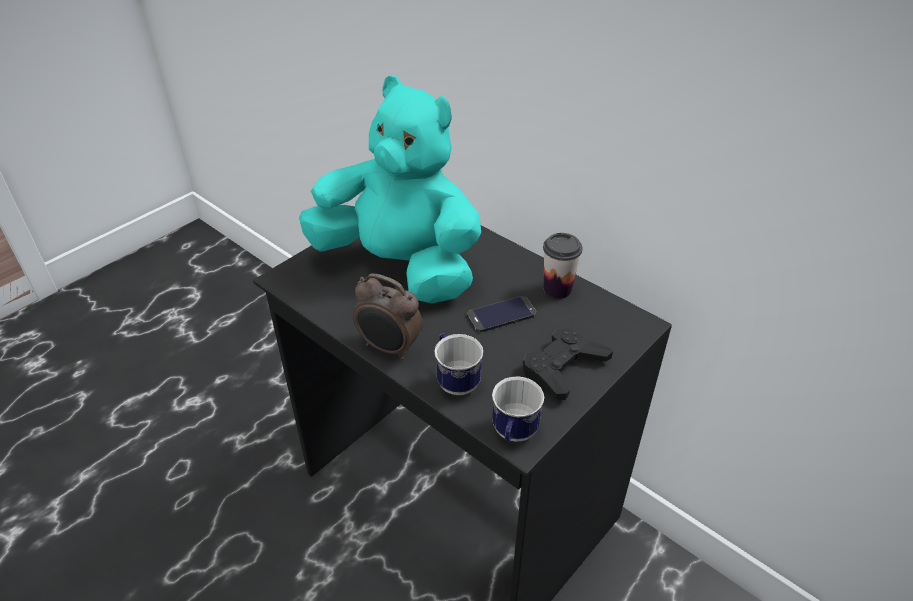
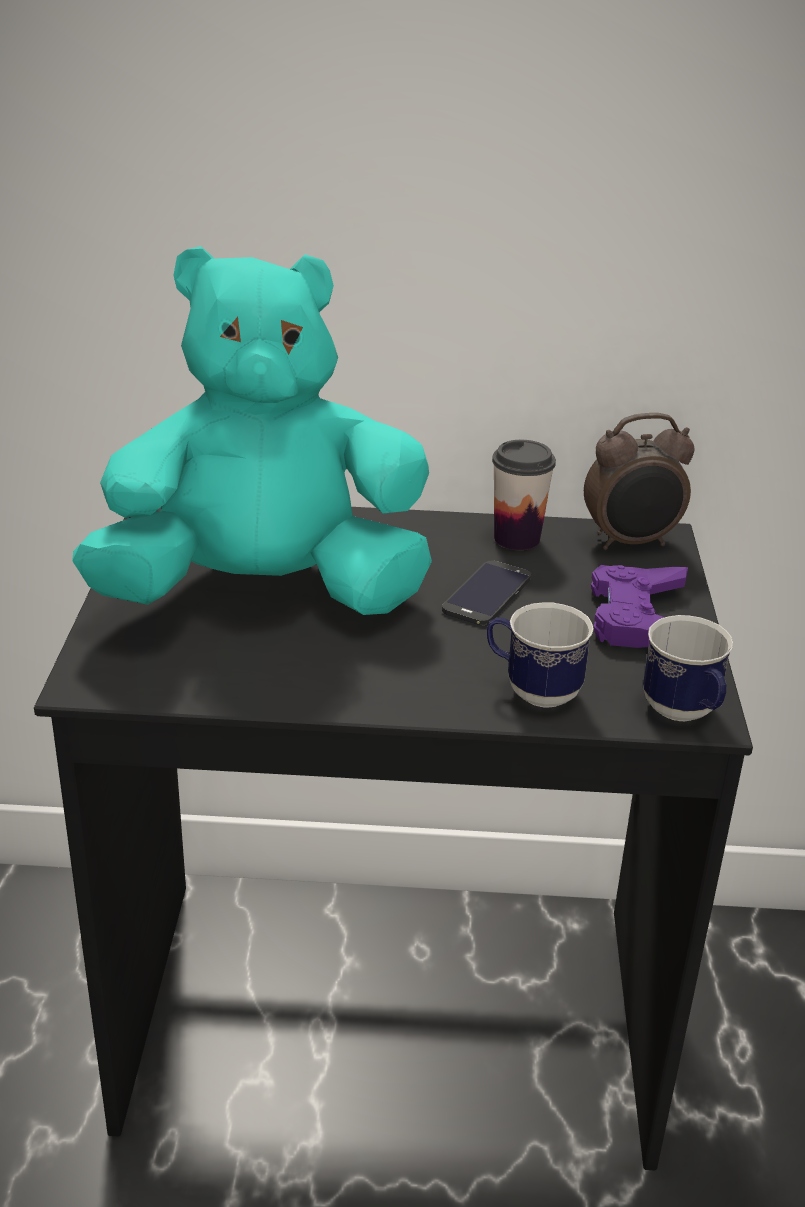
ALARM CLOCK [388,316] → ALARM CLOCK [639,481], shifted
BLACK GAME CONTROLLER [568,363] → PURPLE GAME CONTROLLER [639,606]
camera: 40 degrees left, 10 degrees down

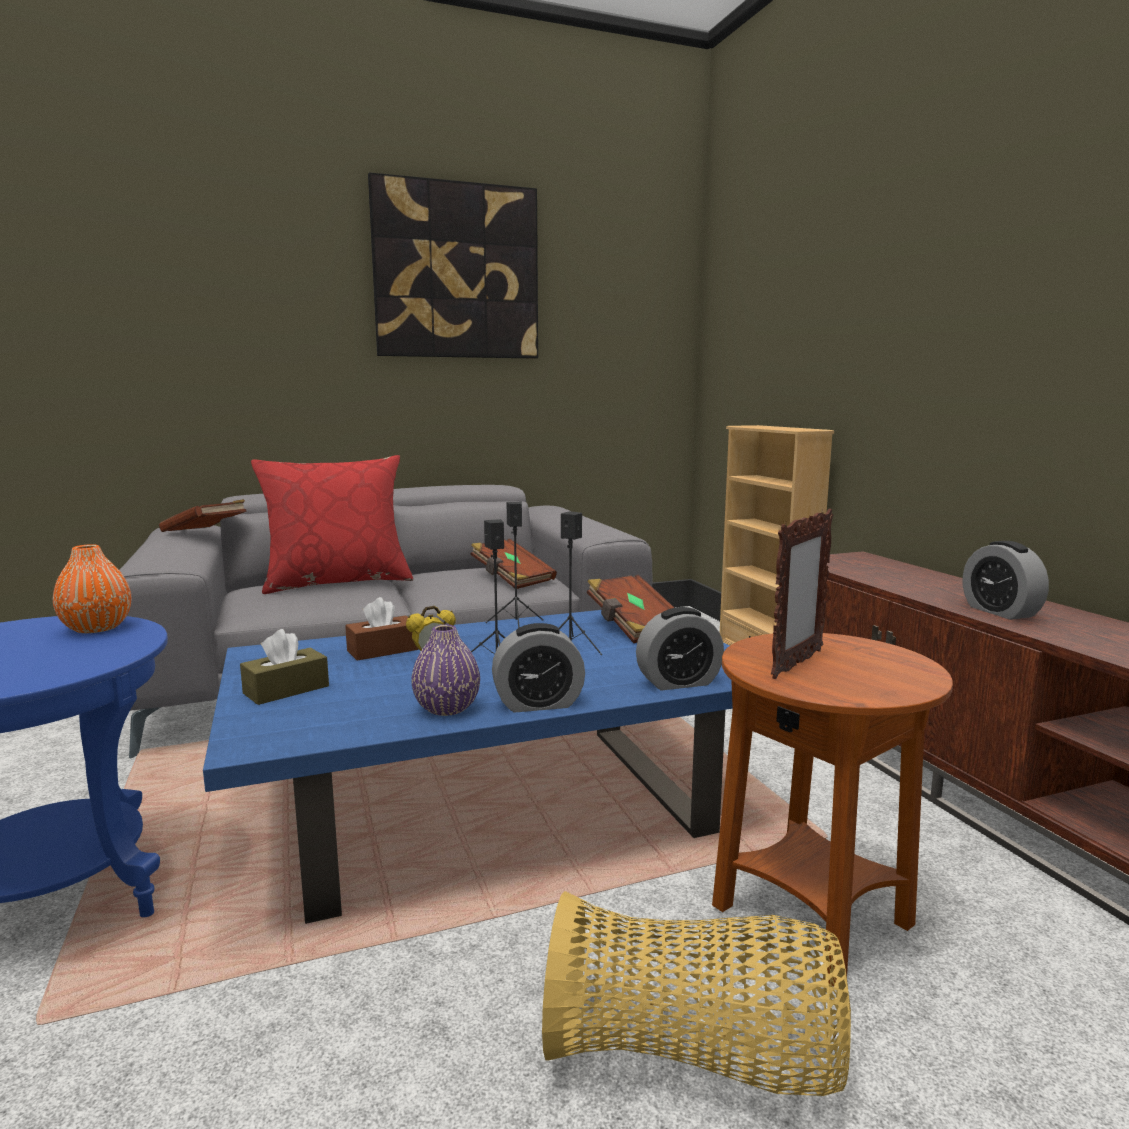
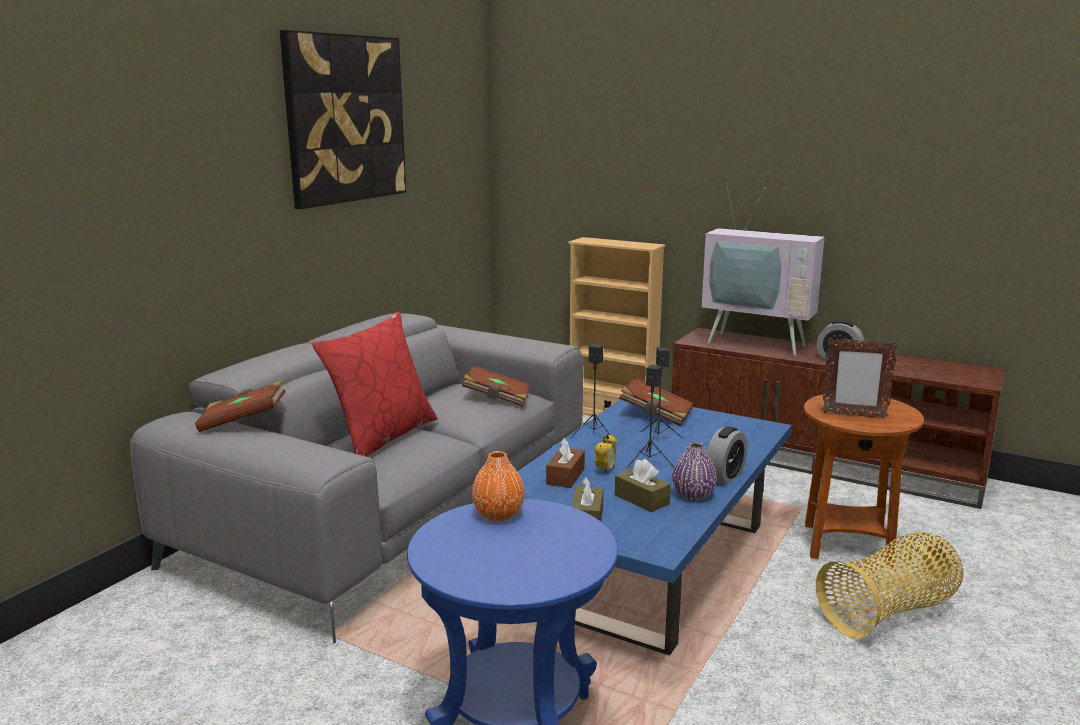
PICTURE FRAME [802,594] → PICTURE FRAME [860,378], 105 degrees clockwise
ALARM CLOCK [680,648] → -
- → TELEVISION [763,270]
- → BROWN TISSUE BOX [643,485]
camera: 40 degrees left, 5 degrees up

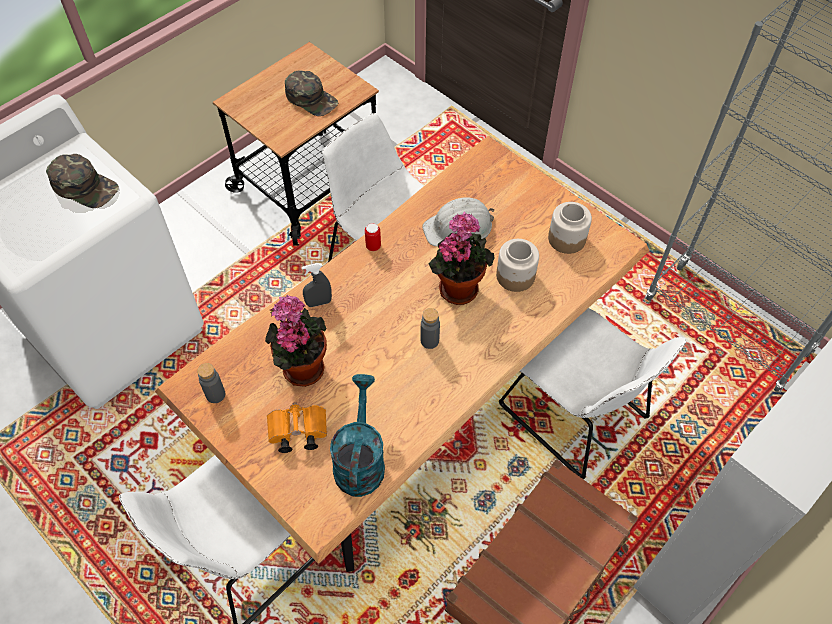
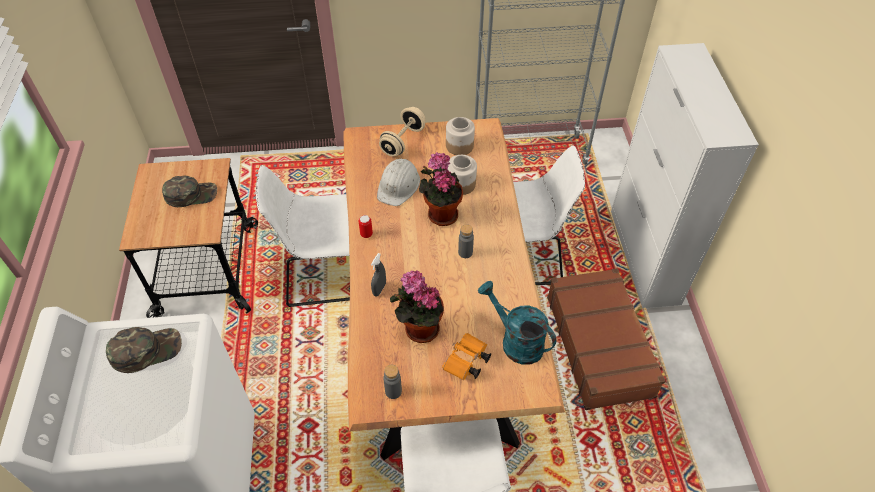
- → BEIGE DUMBBELL [402,132]
camera: 50 degrees left, 5 degrees down

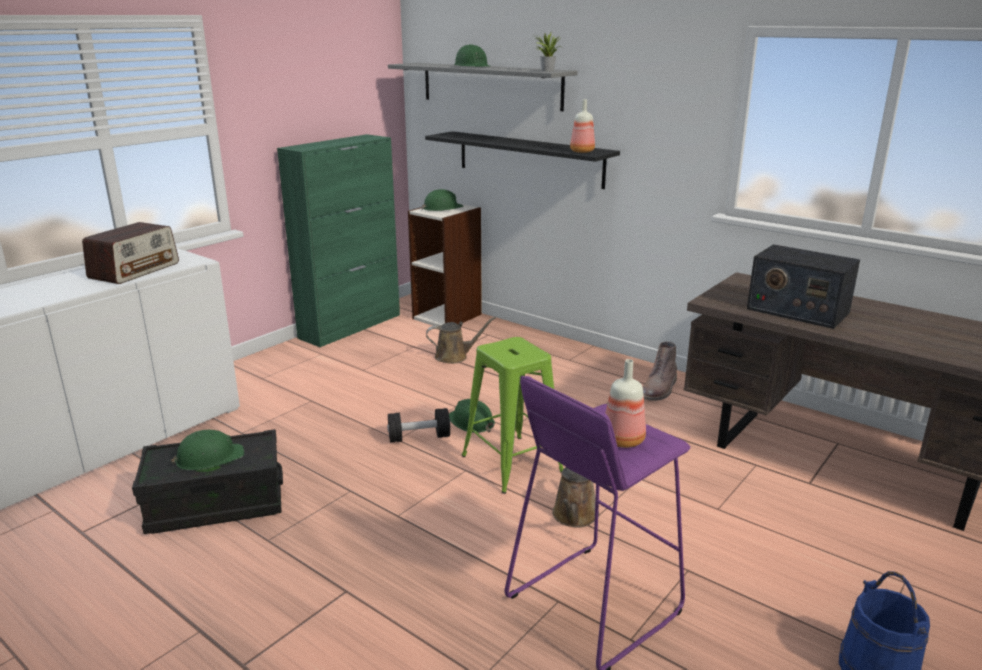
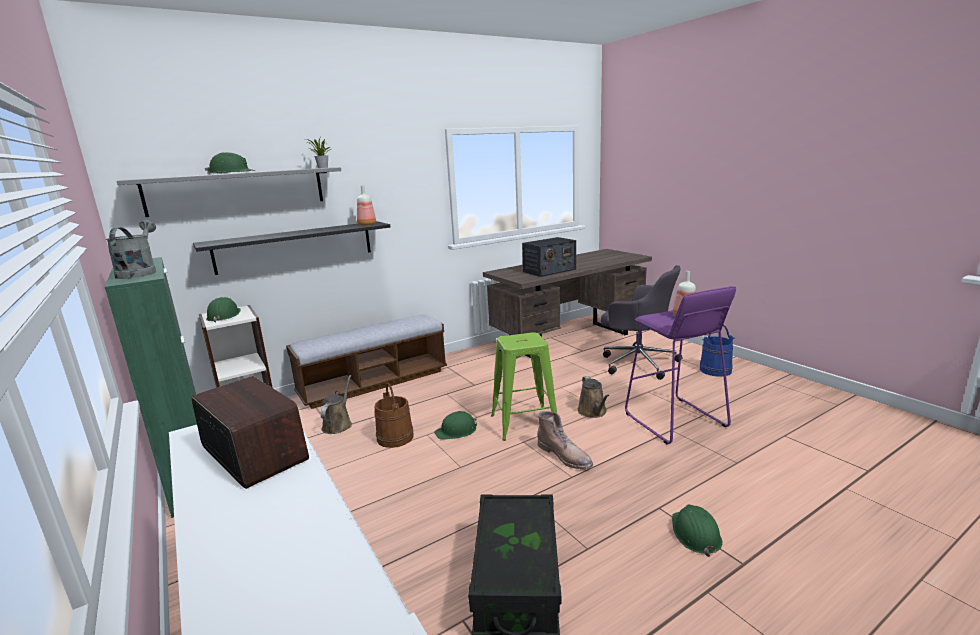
BROWN BOOT [660,371] → BROWN BOOT [565,440], shifted
BLACK DUMBBELL [418,425] → -
GREEN HARD HAT [207,450] → GREEN HARD HAT [697,530], shifted
BROWN WATERING CAN [575,497] → BROWN WATERING CAN [593,397], 45 degrees clockwise
- → GREY WATERING CAN [131,249]
- → GREY OFFICE CHAIR [642,322]
- → BENCH [366,361]
- → BROWN BUCKET [394,415]
camera: 70 degrees left, 5 degrees down

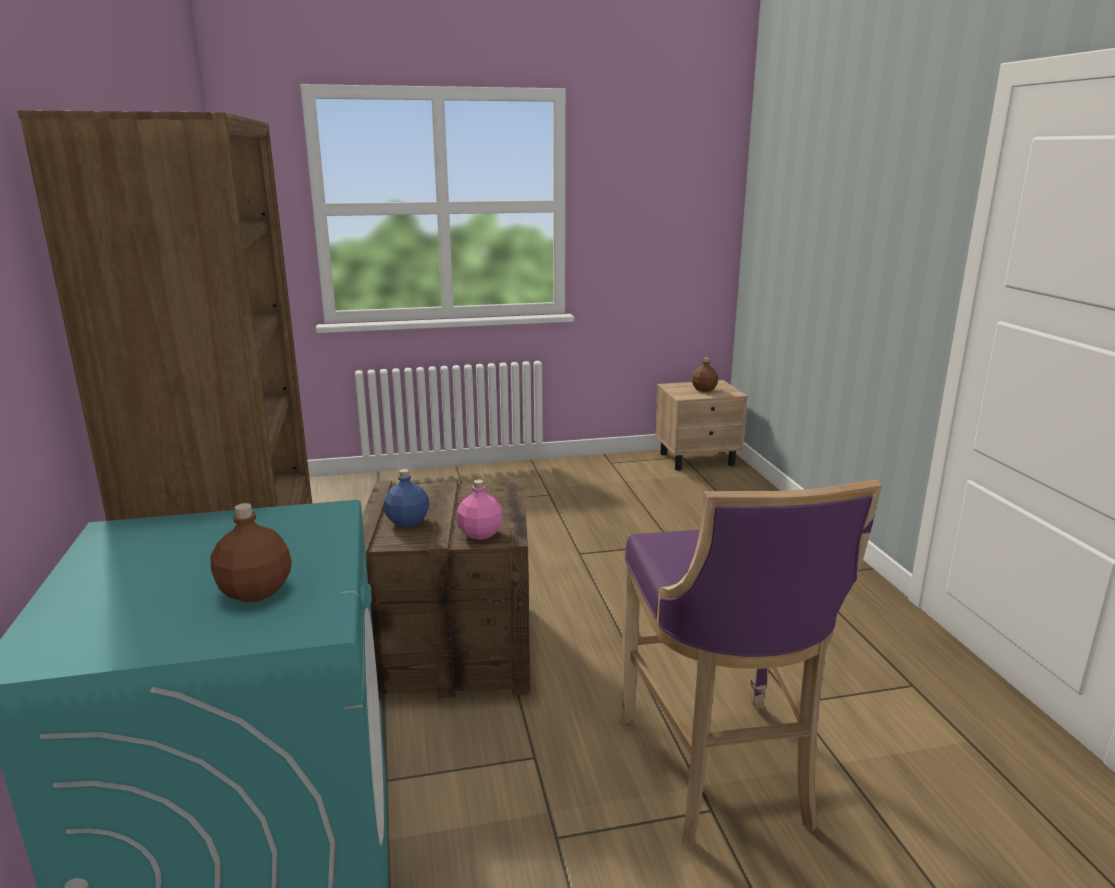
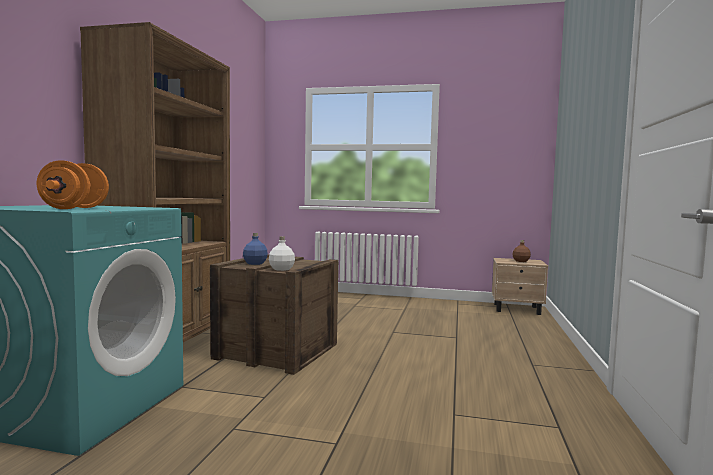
PINK BOTTLE [480,509] → WHITE BOTTLE [282,253]
PURPLE STOOL [749,663] → -
BROWN BOTTLE [251,552] → ORANGE DUMBBELL [73,184]
camera: 25 degrees right, 15 degrees down

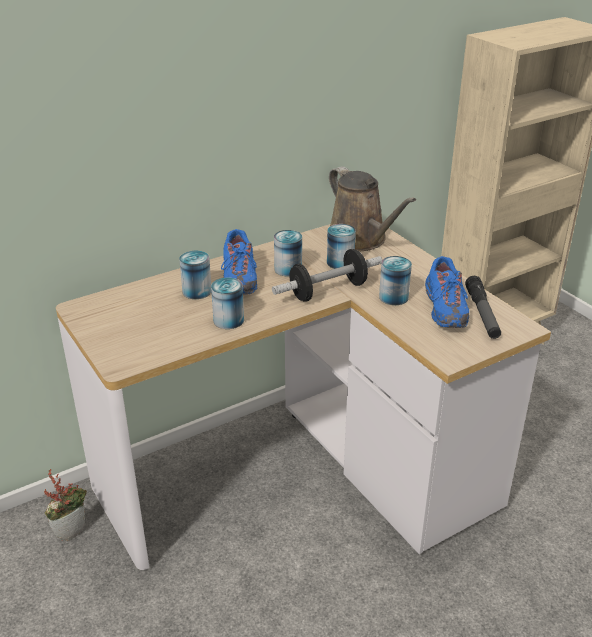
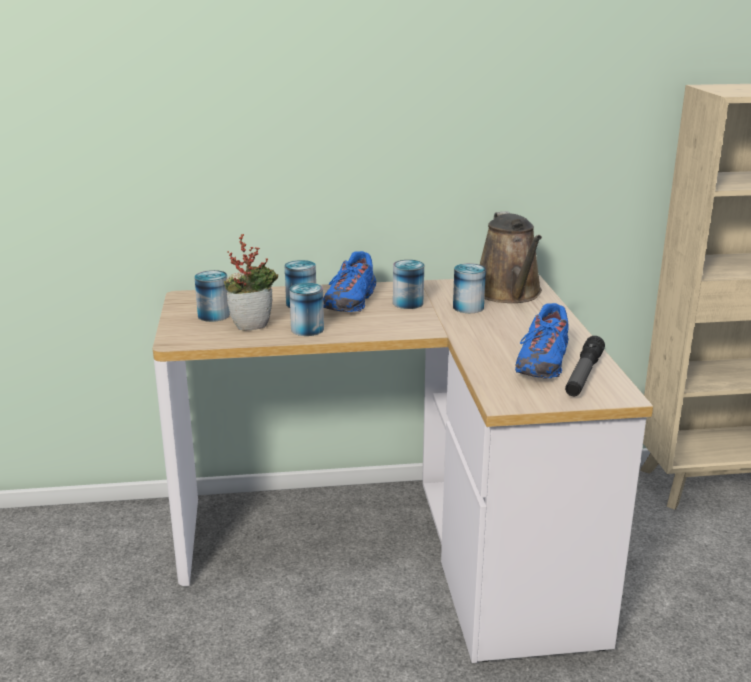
DUMBBELL [327,275] → -
CAN [395,280] → CAN [212,296], shifted
POTTED PLANT [65,505] → POTTED PLANT [251,282], shifted
camera: 25 degrees right, 10 degrees down

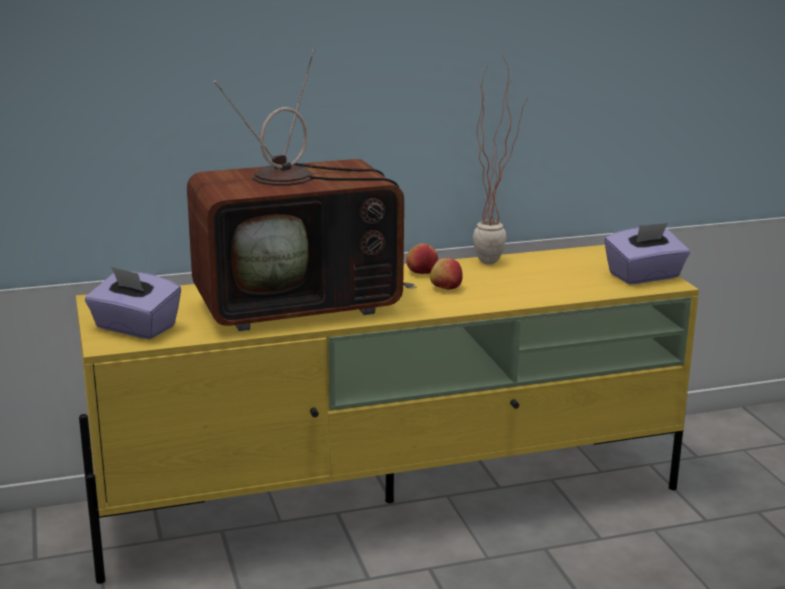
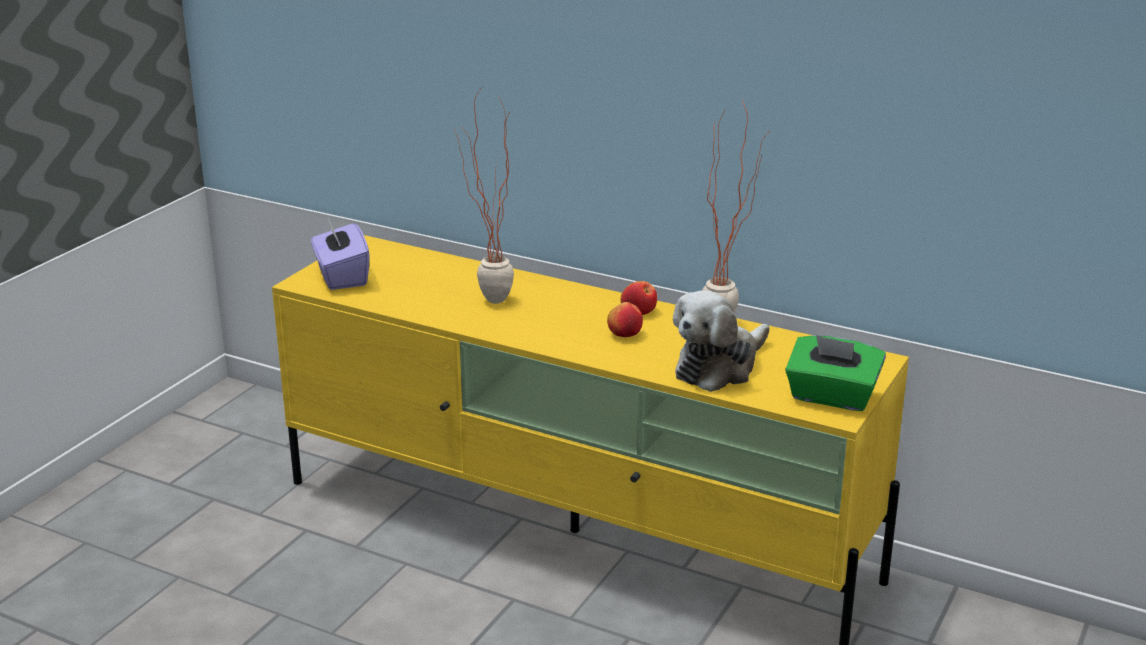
TELEVISION [301,190] → POTTED PLANT [484,195]
PURPLE TISSUE BOX [647,254] → GREEN TISSUE BOX [835,373]
- → PLUSH TOY [721,341]
camera: 45 degrees right, 5 degrees up

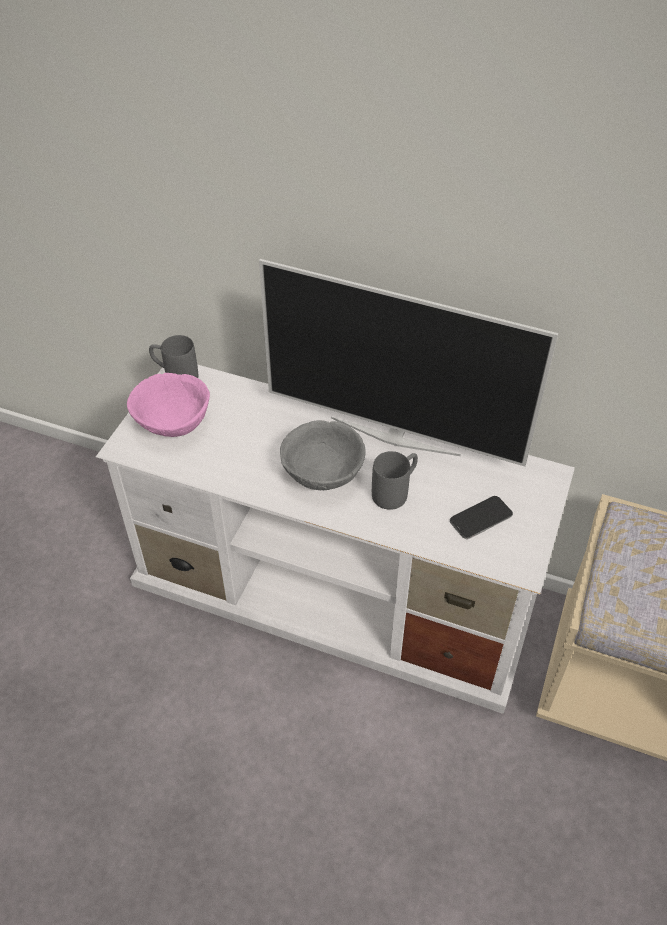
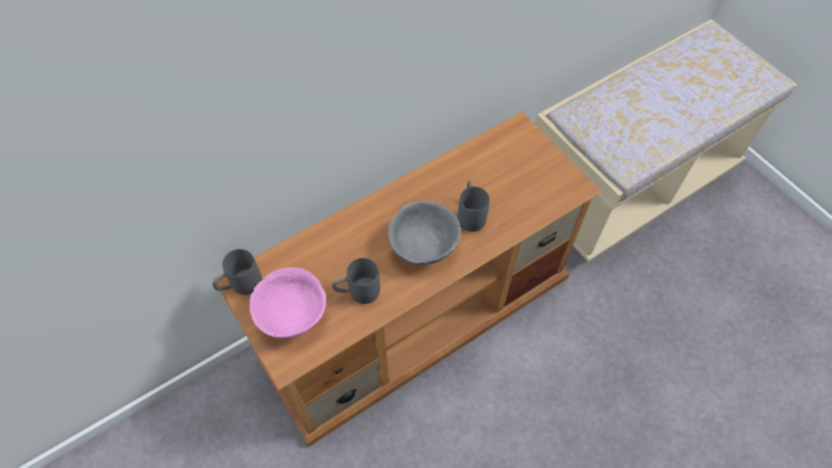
TELEVISION [408,363] → -
WHITE TV STAND [335,539] → BROWN TV STAND [408,279]
PHONE [481,517] → -
- → GREY MUG [356,281]
camera: 55 degrees left, 10 degrees up

